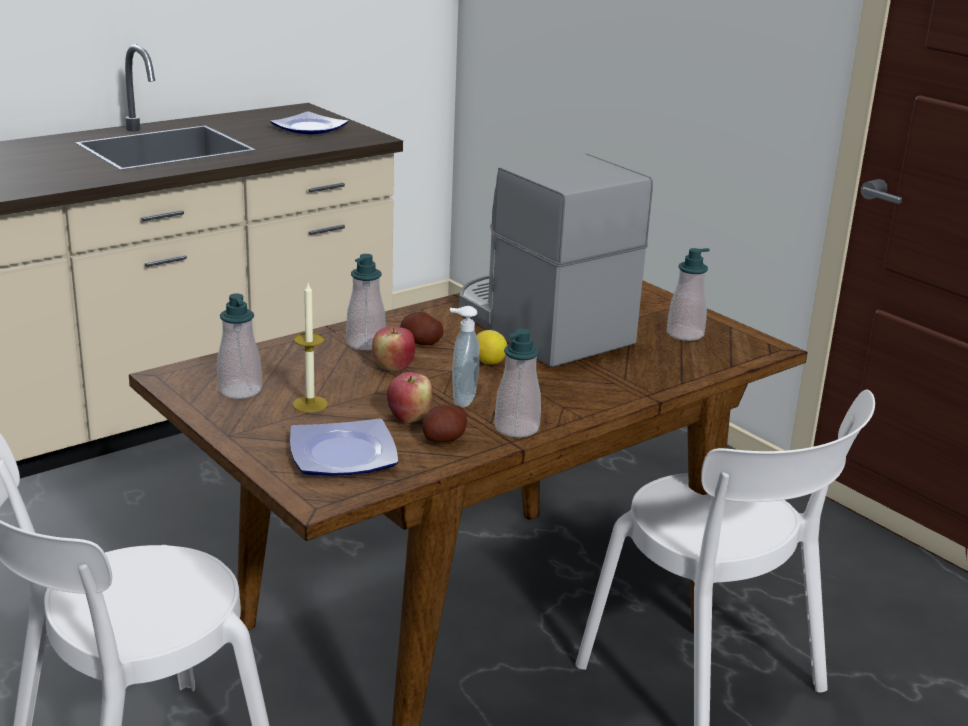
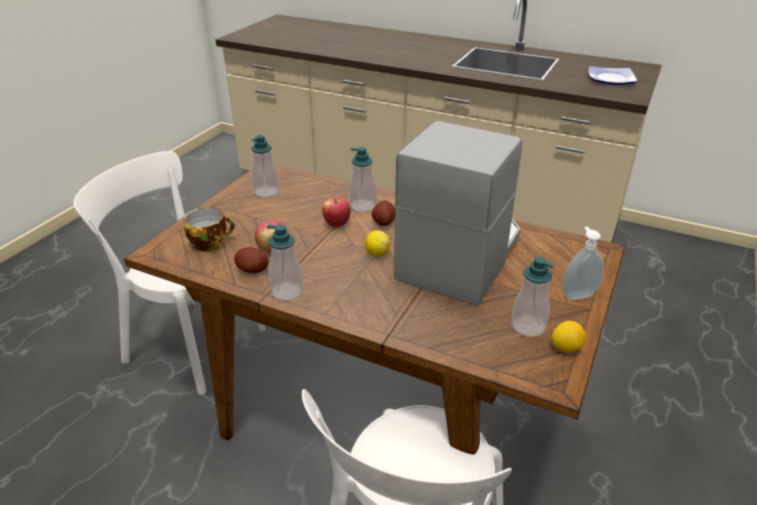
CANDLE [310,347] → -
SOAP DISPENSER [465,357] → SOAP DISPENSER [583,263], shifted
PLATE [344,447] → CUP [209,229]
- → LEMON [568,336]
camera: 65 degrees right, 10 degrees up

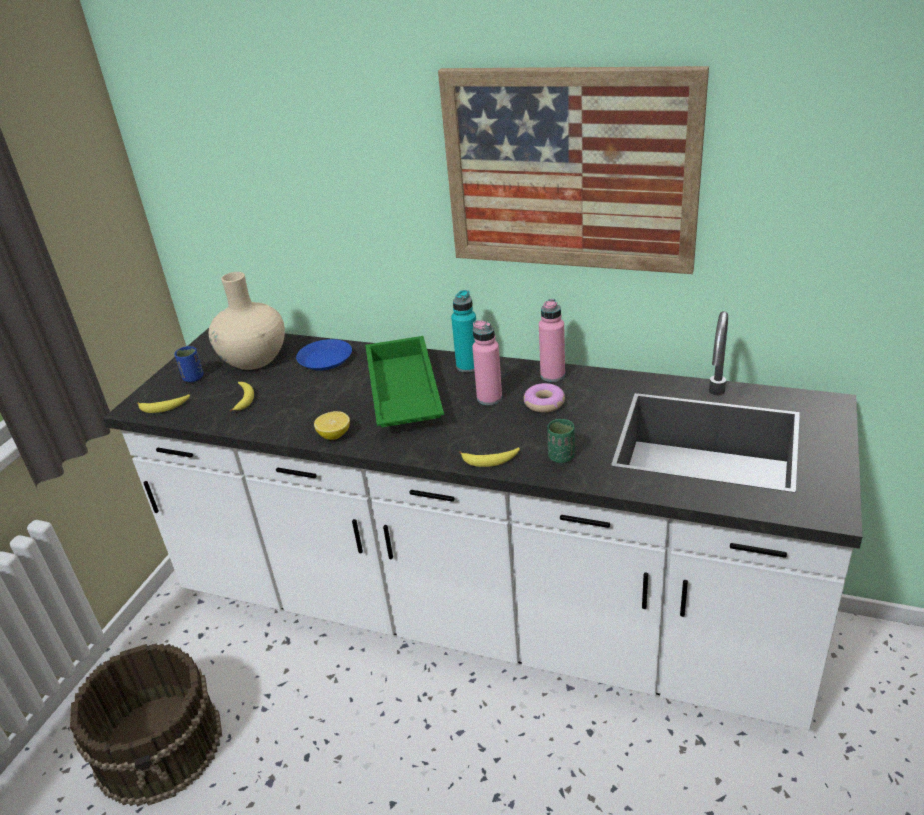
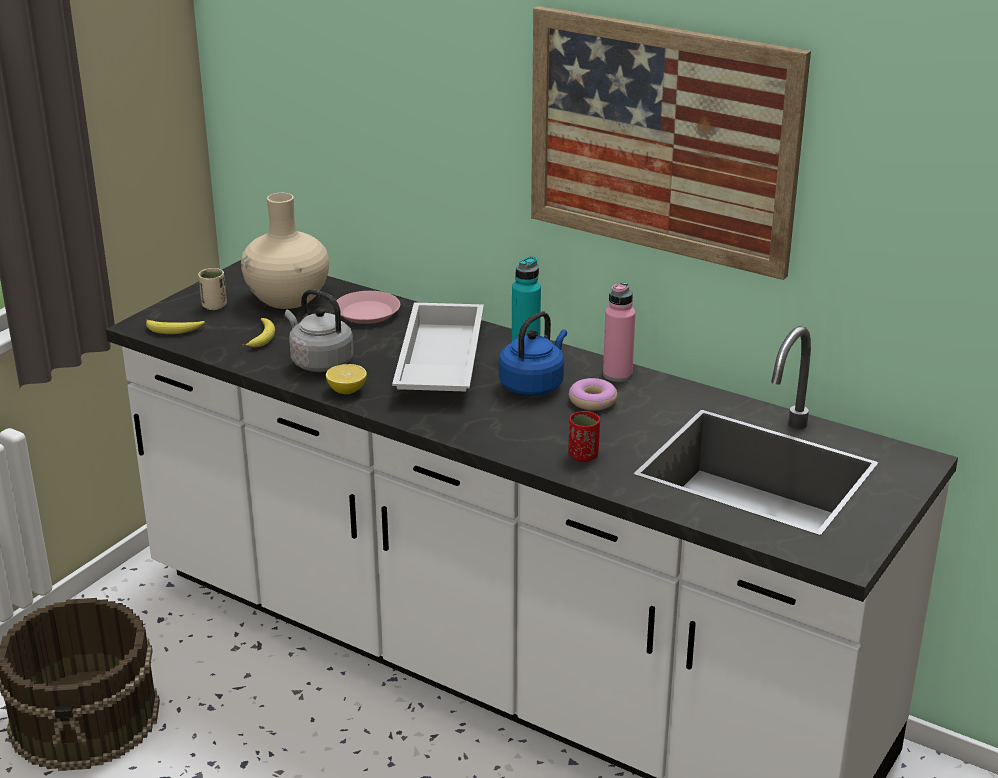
PINK BOTTLE [487,362] → BLUE KETTLE [533,353]
GREEN TRAY [404,382] → WHITE TRAY [438,347]
BLUE PLATE [324,355] → PINK PLATE [368,307]
BLUE CUP [189,364] → BEIGE CUP [212,289]
GREEN CUP [561,441] → RED CUP [584,436]
BANANA [489,457] → -
- → GREY KETTLE [319,330]
camera: 10 degrees right, 5 degrees down

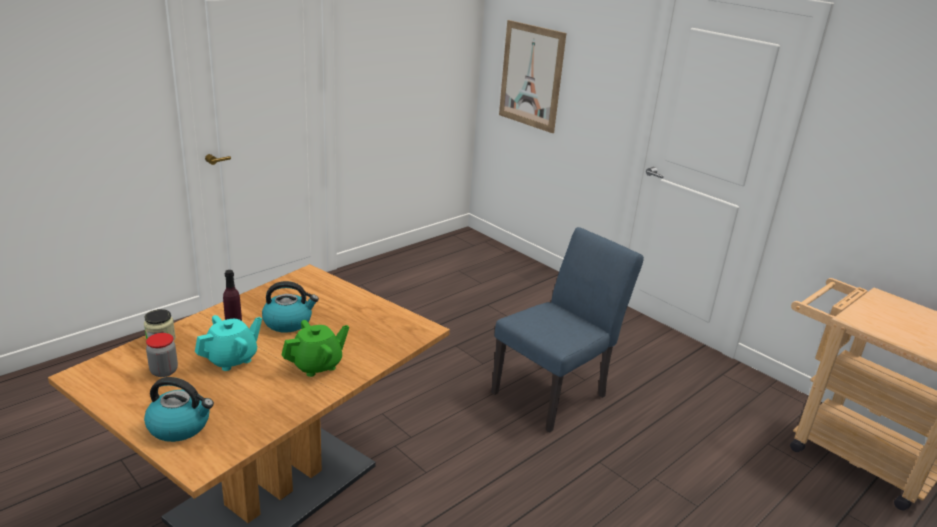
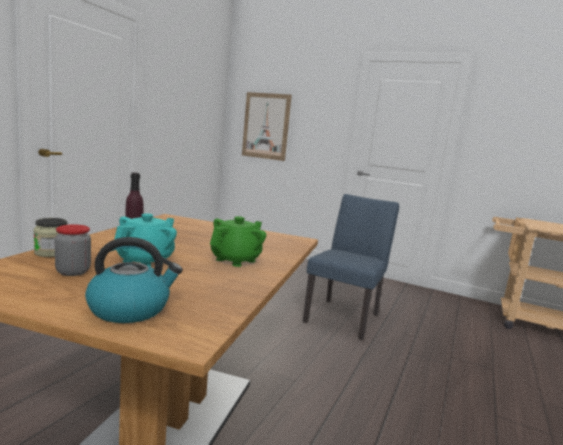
KETTLE [290,307] → -
camera: 20 degrees left, 15 degrees down

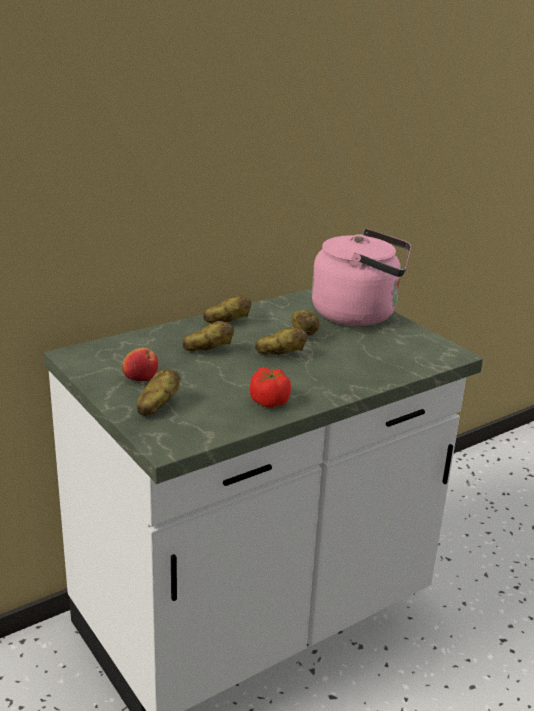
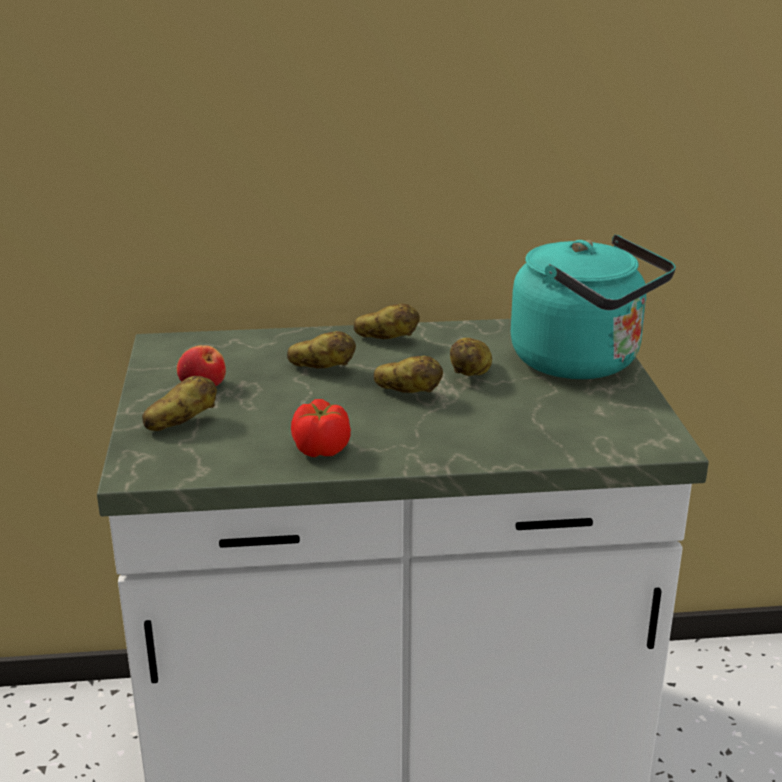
PINK KETTLE [361,277] → TURQUOISE KETTLE [593,306]
camera: 30 degrees right, 0 degrees up

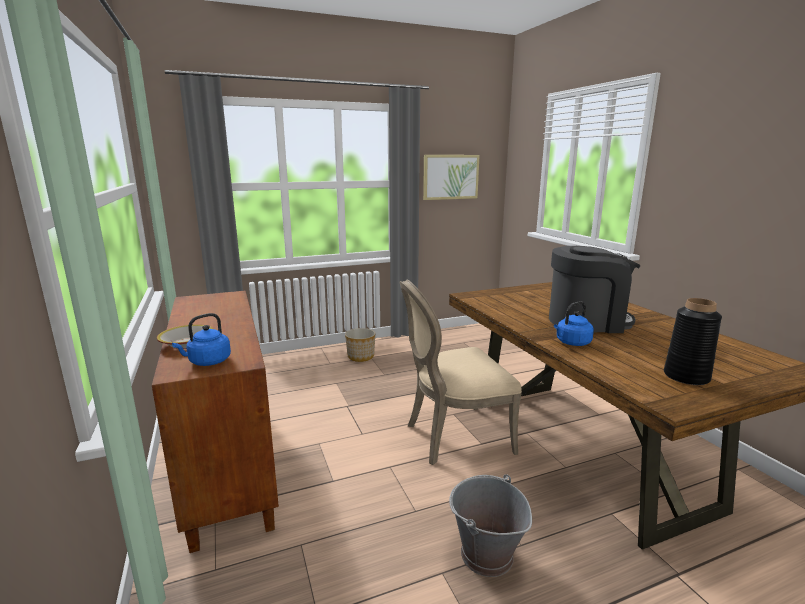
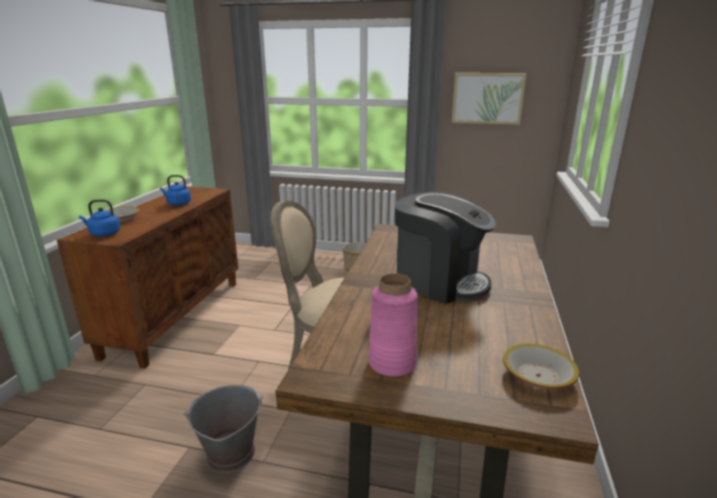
BLACK VASE [693,342] → PINK VASE [393,325]
BLUE KETTLE [574,323] → BLUE KETTLE [175,190], shifted
- → BOWL [541,366]
camera: 35 degrees right, 5 degrees up

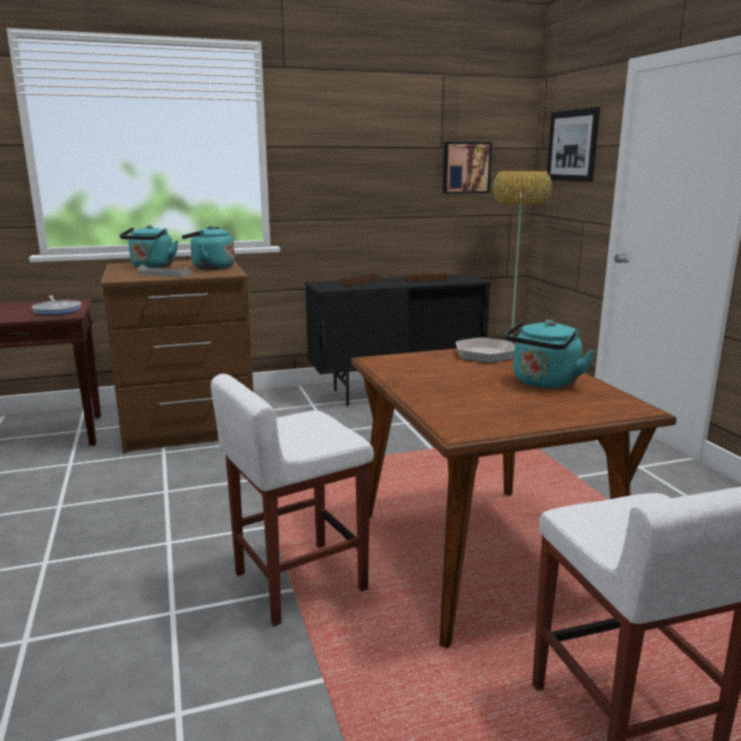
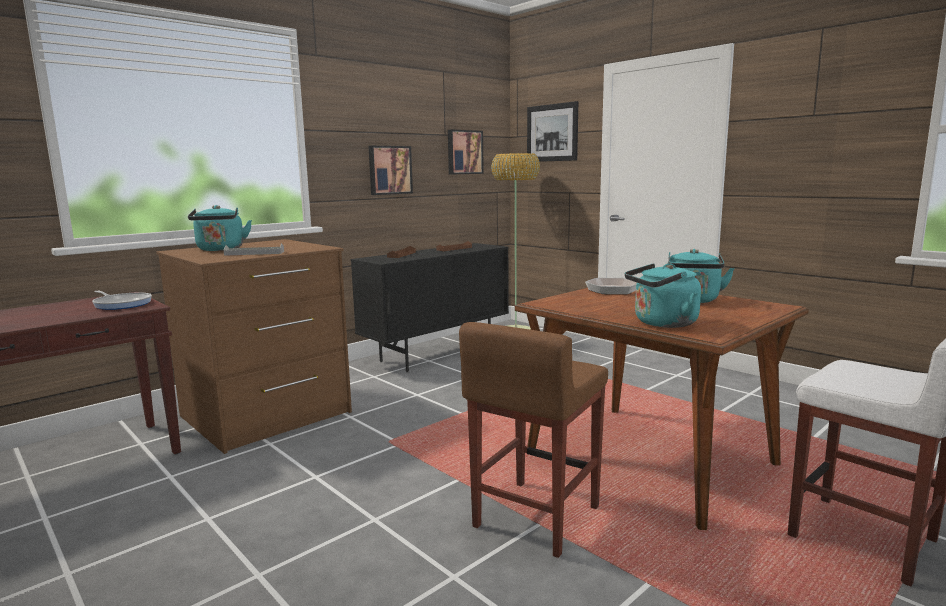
TURQUOISE KETTLE [208,248] → TURQUOISE KETTLE [663,295], shifted
WHITE STOOL [292,500] → BROWN STOOL [533,440]
- → PICTURE [391,170]
camera: 25 degrees left, 5 degrees down

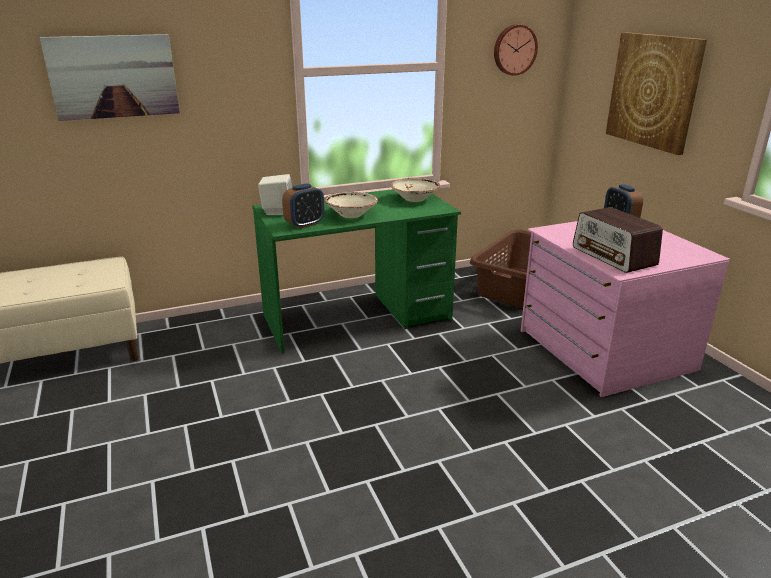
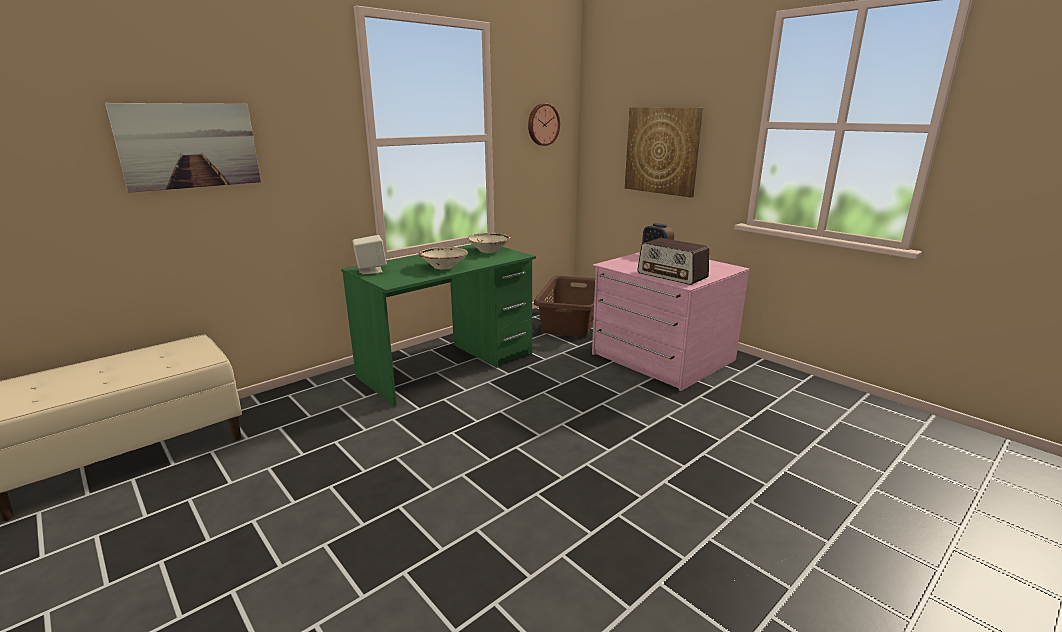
ALARM CLOCK [303,206] → -
camera: 20 degrees left, 5 degrees down

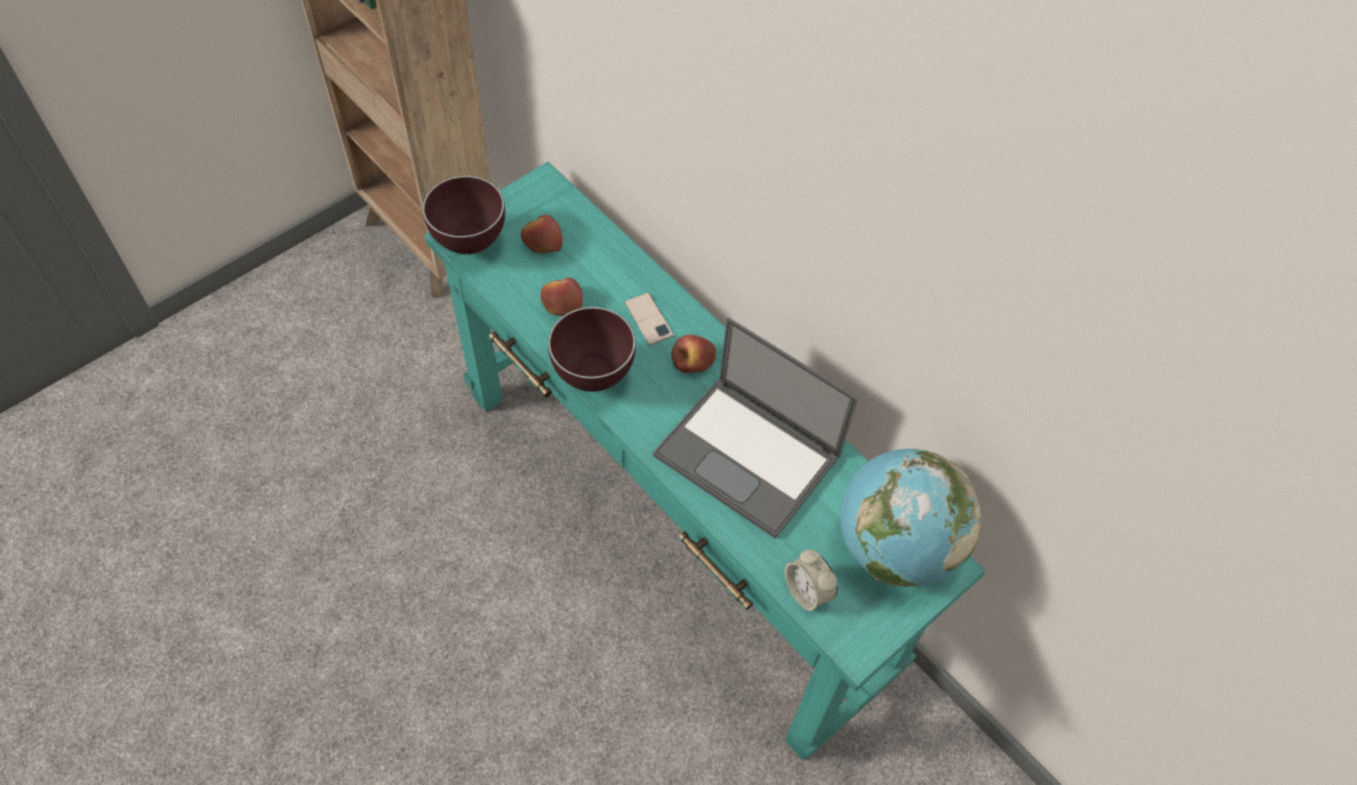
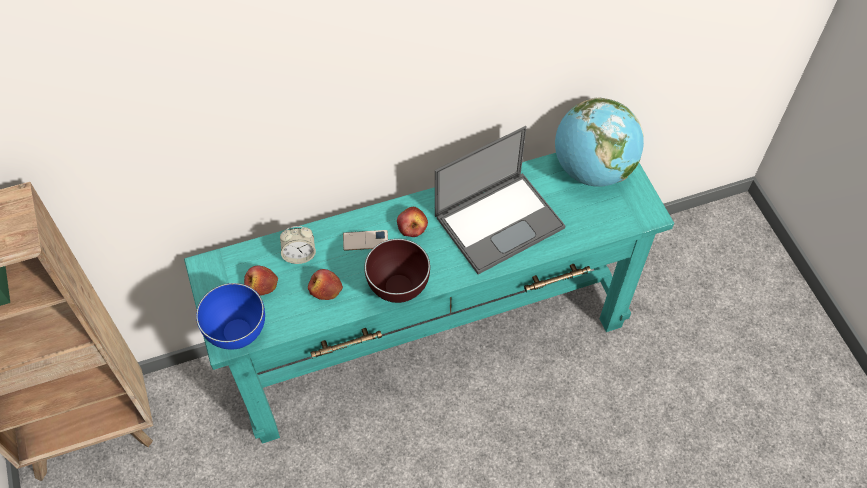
BROWN BOWL [463,215] → BLUE BOWL [230,316]
ALARM CLOCK [811,580] → ALARM CLOCK [298,245], shifted
camera: 65 degrees left, 0 degrees up

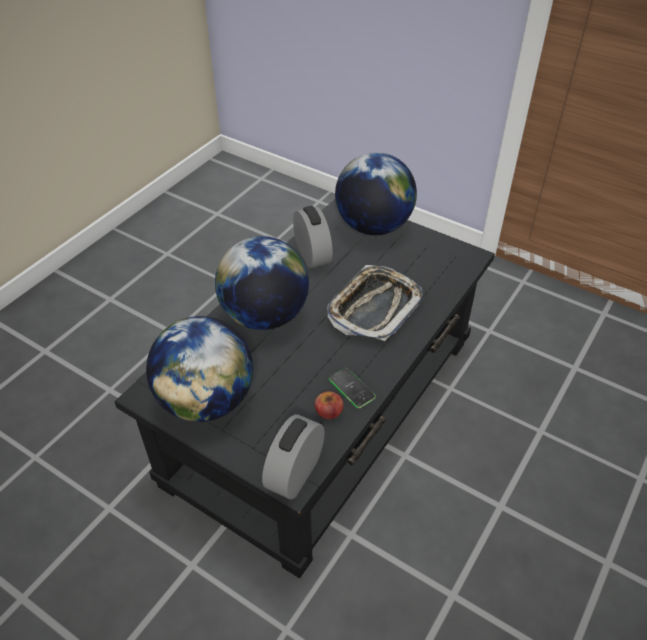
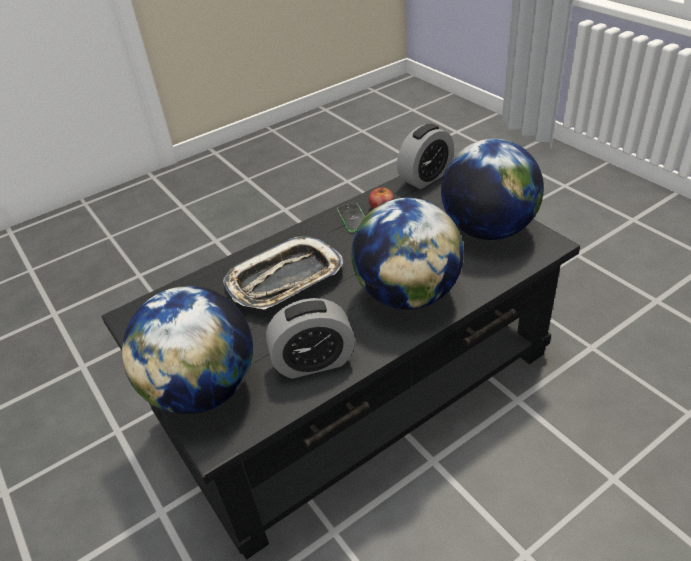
ALARM CLOCK [313,237] → ALARM CLOCK [310,338], 105 degrees counterclockwise
camera: 155 degrees left, 5 degrees down

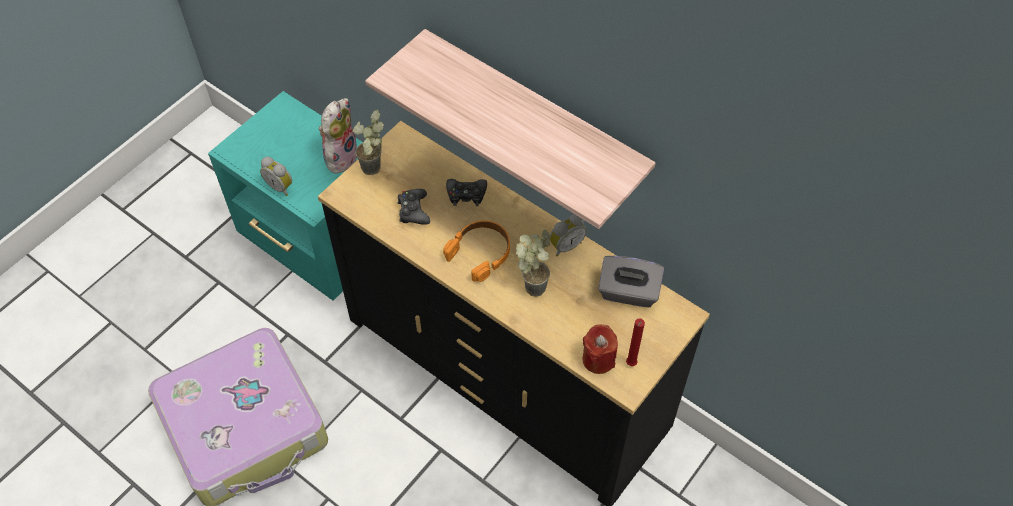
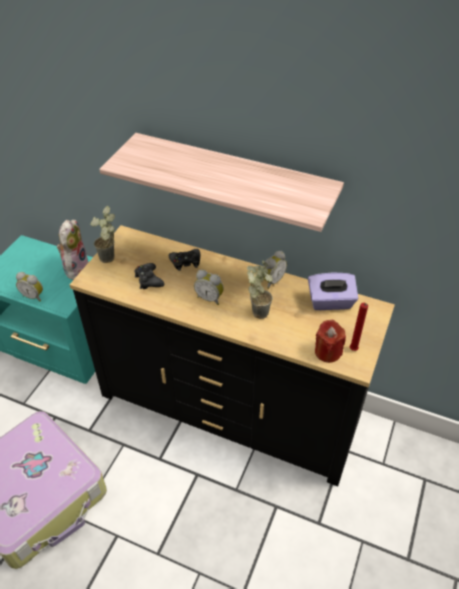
ORANGE HEADPHONES [476,251] → ALARM CLOCK [209,287]
GREY TISSUE BOX [631,281] → PURPLE TISSUE BOX [333,291]
camera: 15 degrees left, 10 degrees down

